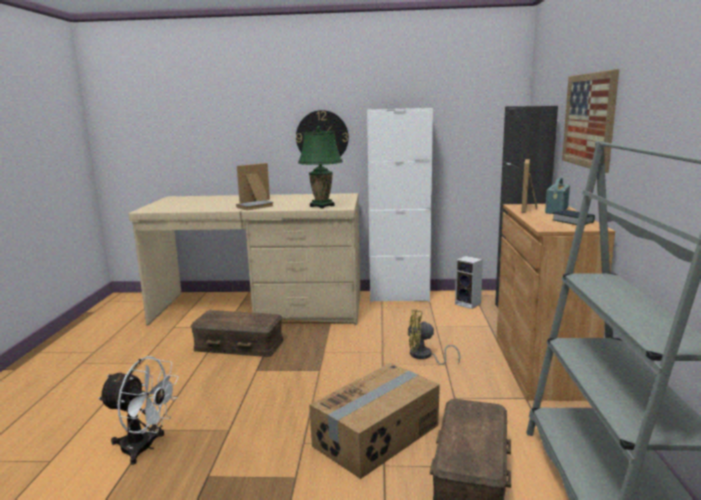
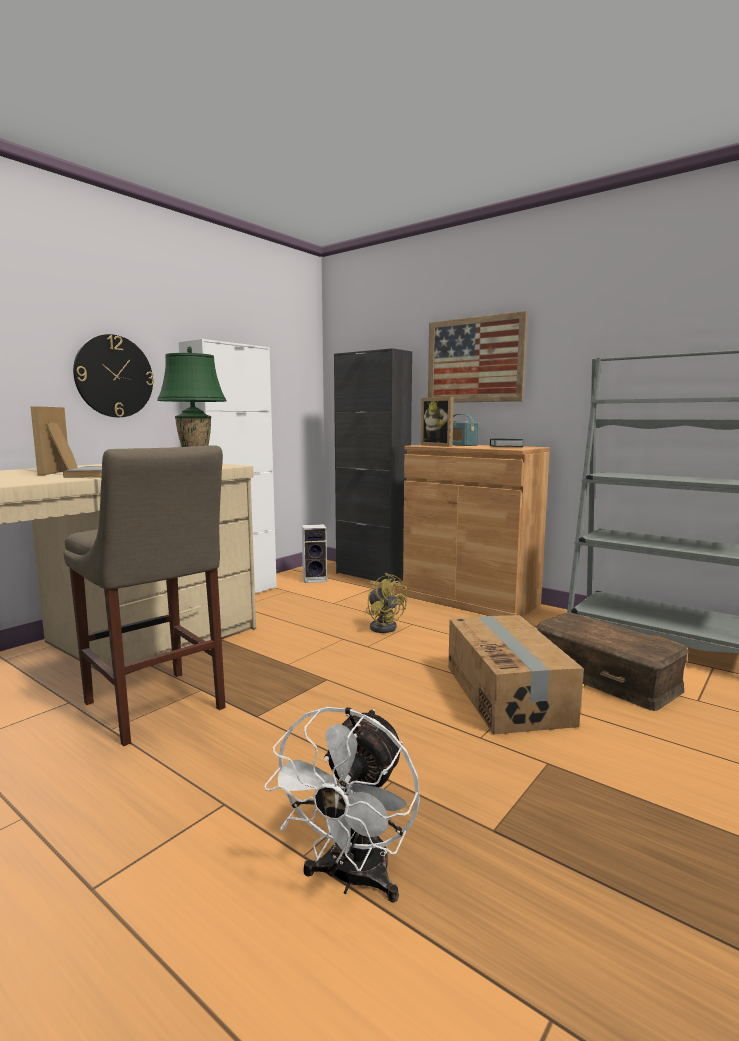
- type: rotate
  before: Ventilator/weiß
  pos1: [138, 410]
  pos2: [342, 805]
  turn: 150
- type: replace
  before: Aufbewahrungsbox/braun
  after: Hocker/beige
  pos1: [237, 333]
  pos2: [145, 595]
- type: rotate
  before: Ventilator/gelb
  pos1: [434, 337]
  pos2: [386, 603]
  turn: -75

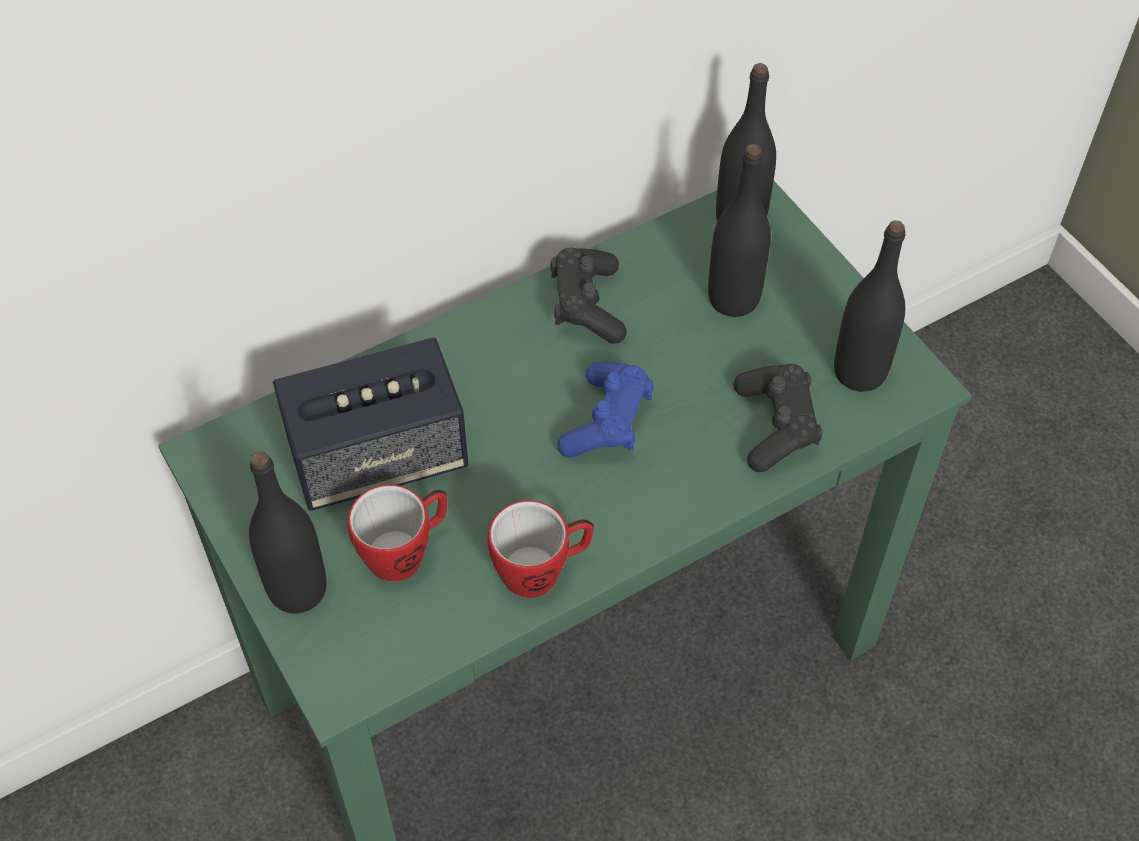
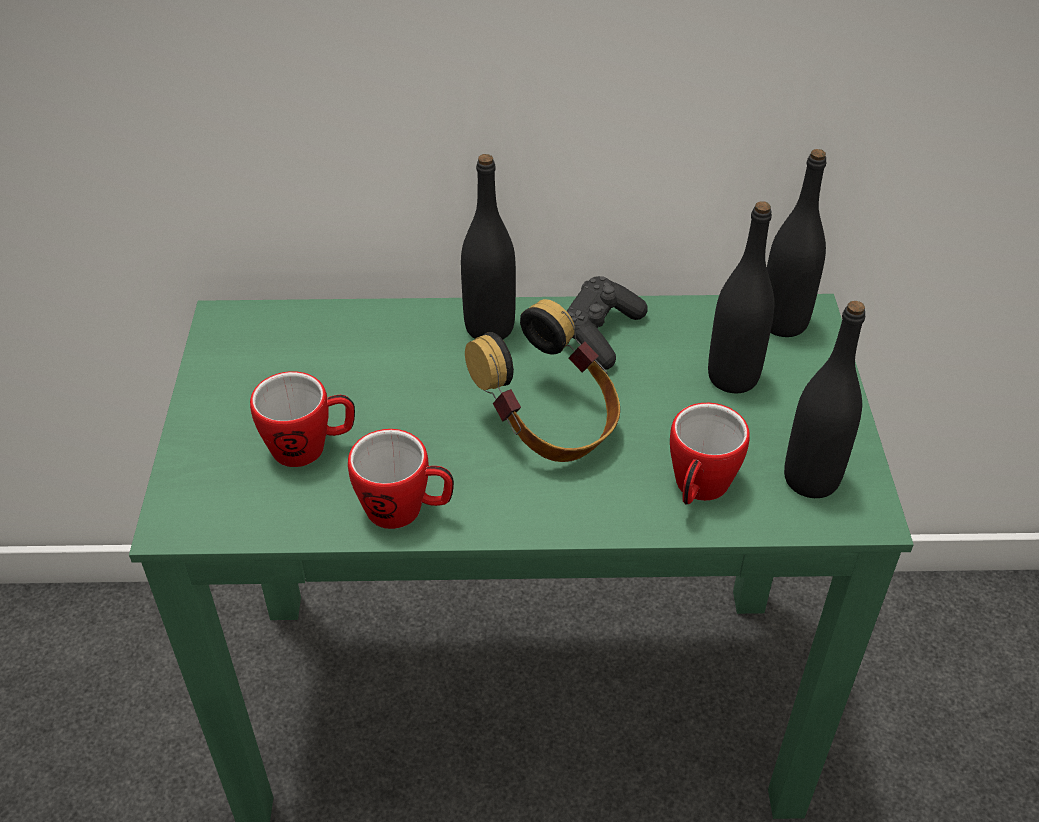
- type: move
  before: Flasche/schwarz
  pos1: [287, 532]
  pos2: [488, 246]
- type: delete
  before: Lautsprecher
  pos1: [370, 424]
- type: replace
  before: Gamepad/blau
  after: Kopfhörer
  pos1: [606, 410]
  pos2: [542, 380]
- type: replace
  before: Gamepad/schwarz
  after: Henkelbecher
  pos1: [778, 418]
  pos2: [710, 454]

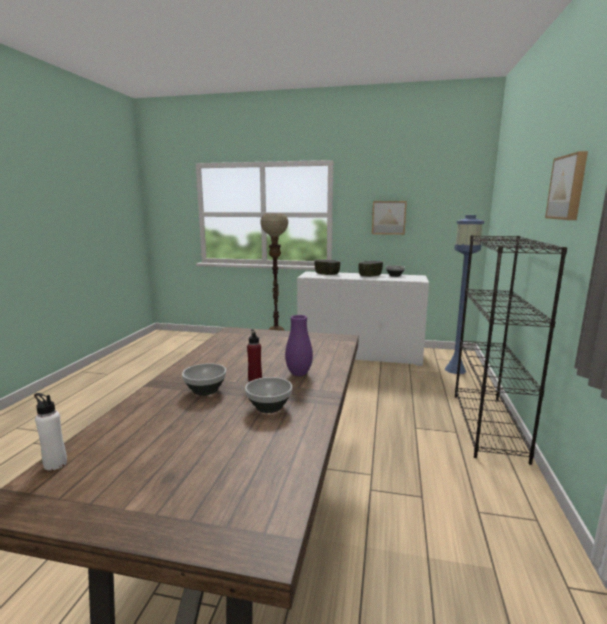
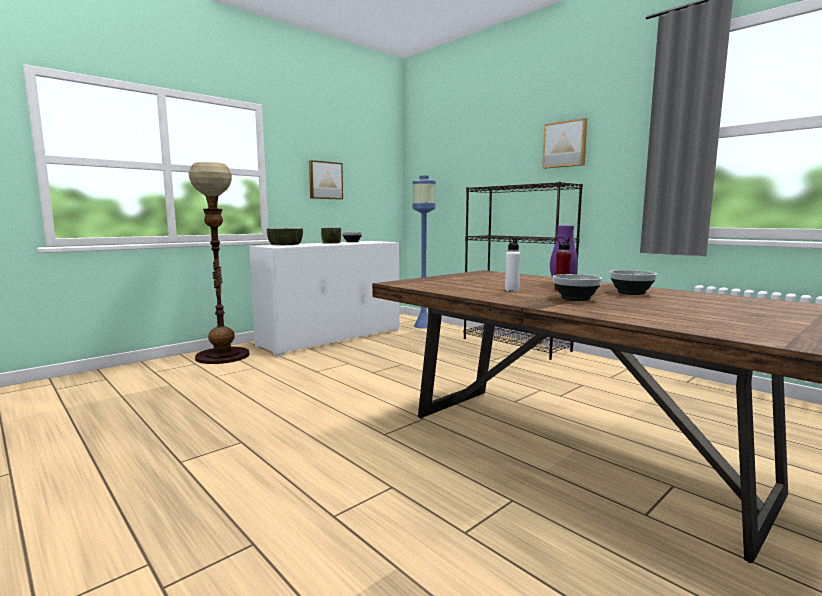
- type: move
  before: Flasche/weiß
  pos1: [50, 431]
  pos2: [513, 264]

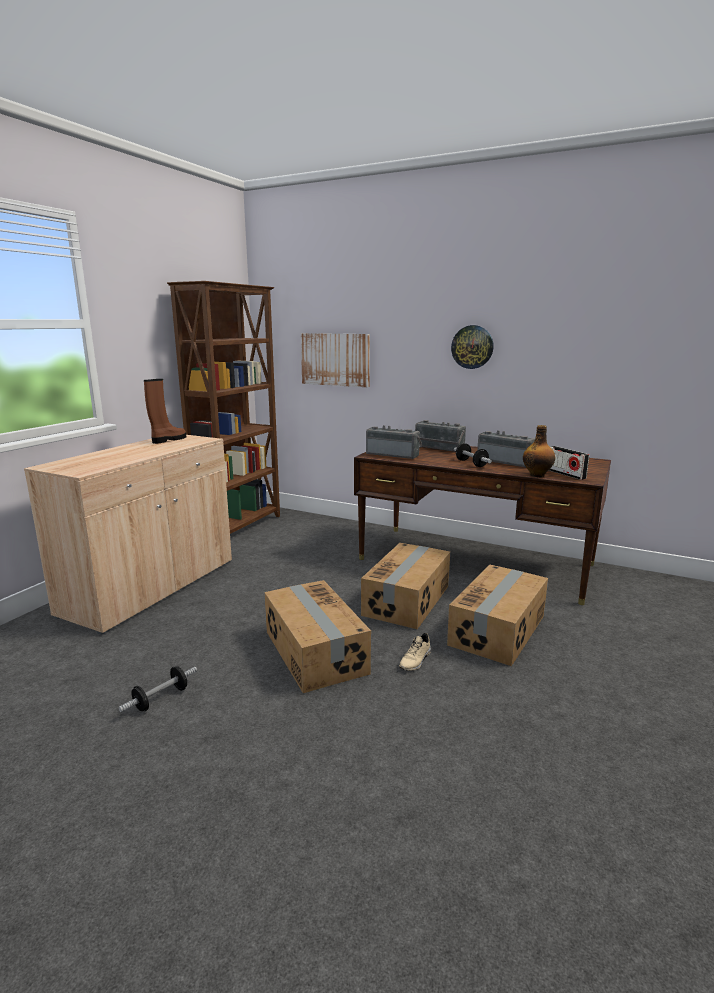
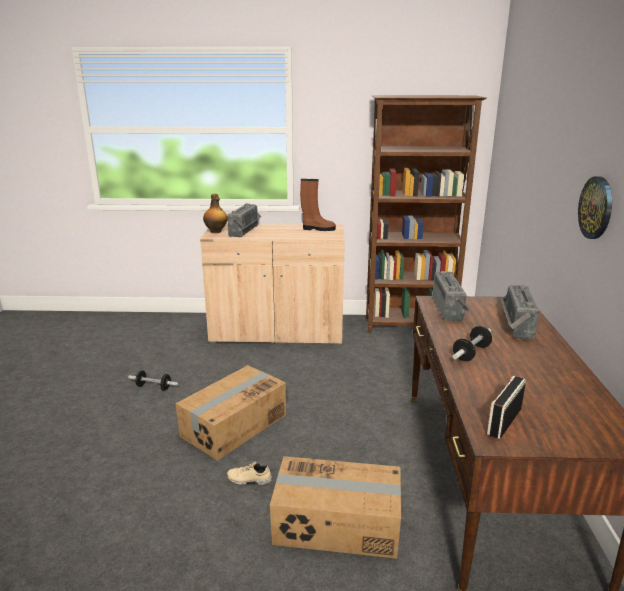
- type: delete
  before: Bild
  pos1: [335, 360]
- type: delete
  before: Karton
  pos1: [405, 586]
- type: move
  before: Radio
  pos1: [506, 449]
  pos2: [244, 220]
- type: move
  before: Flasche
  pos1: [539, 451]
  pos2: [215, 213]

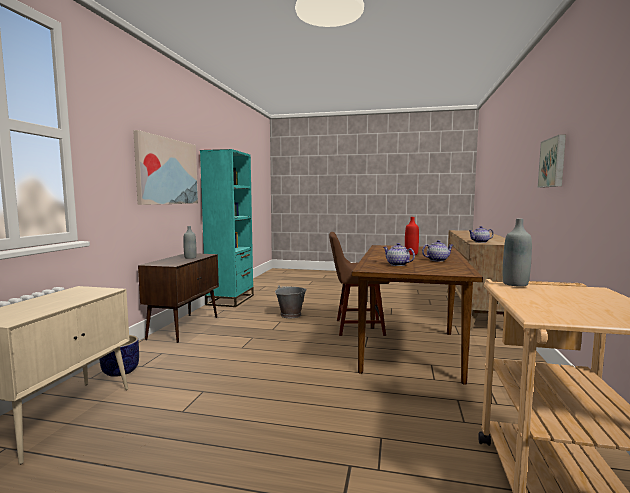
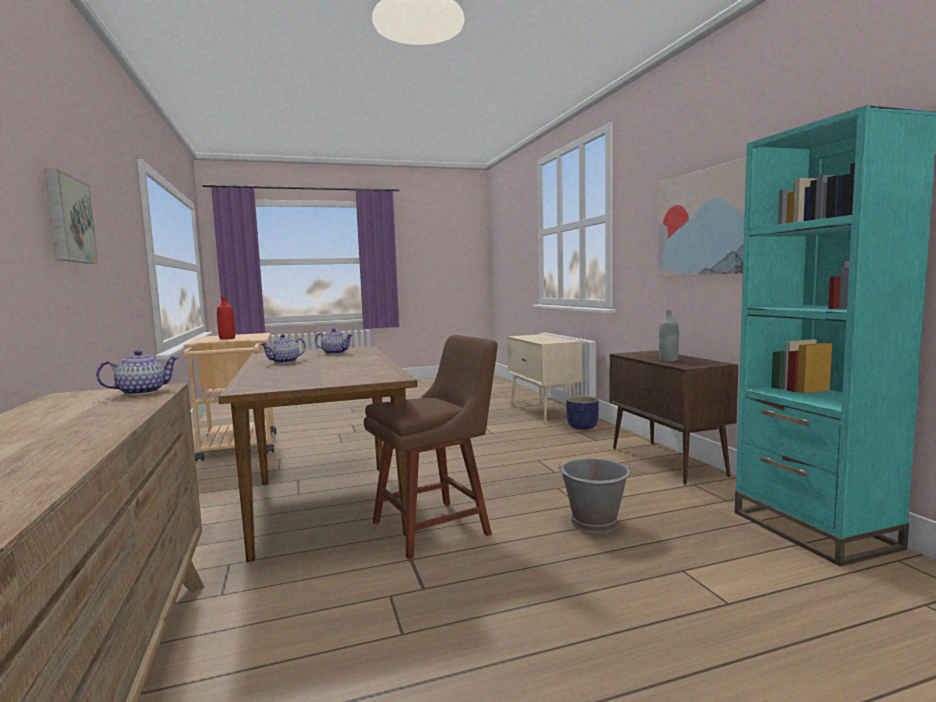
- type: move
  before: Flasche/rot
  pos1: [412, 236]
  pos2: [226, 318]
- type: delete
  before: Flasche/grau
  pos1: [517, 253]

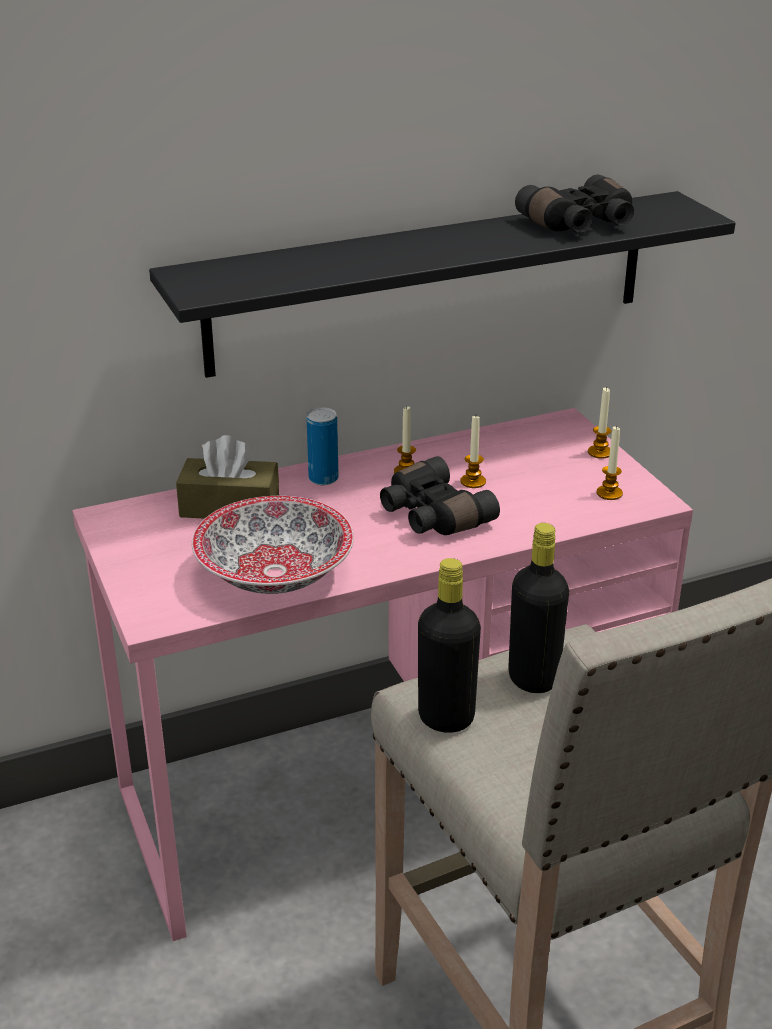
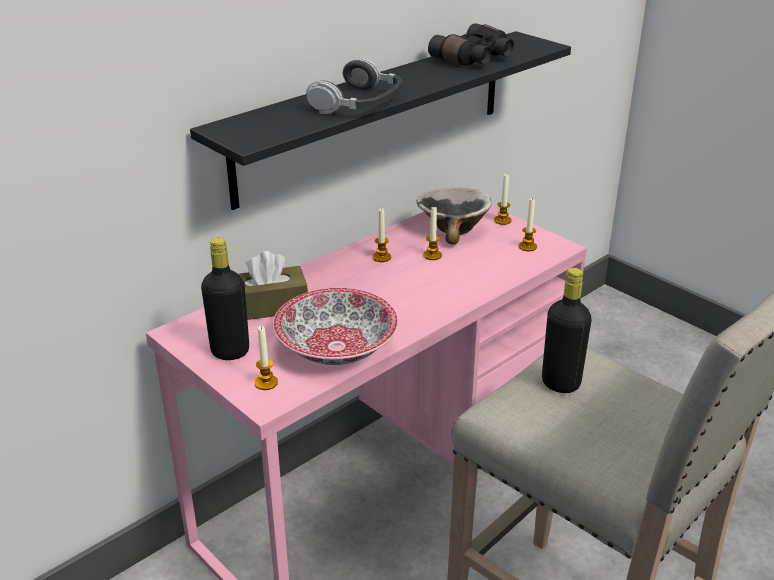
- type: delete
  before: Dose
  pos1: [323, 446]
- type: delete
  before: Fernglas/schwarz
  pos1: [440, 495]
- type: move
  before: Flasche/schwarz
  pos1: [449, 645]
  pos2: [225, 299]
- type: insert
  after: Kerze
  pos2: [266, 358]
- type: insert
  after: Kopfhörer
  pos2: [354, 86]
- type: insert
  after: Schüssel
  pos2: [454, 216]

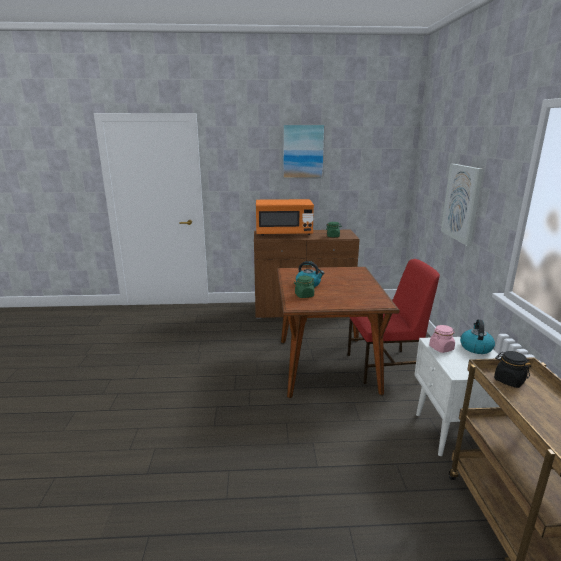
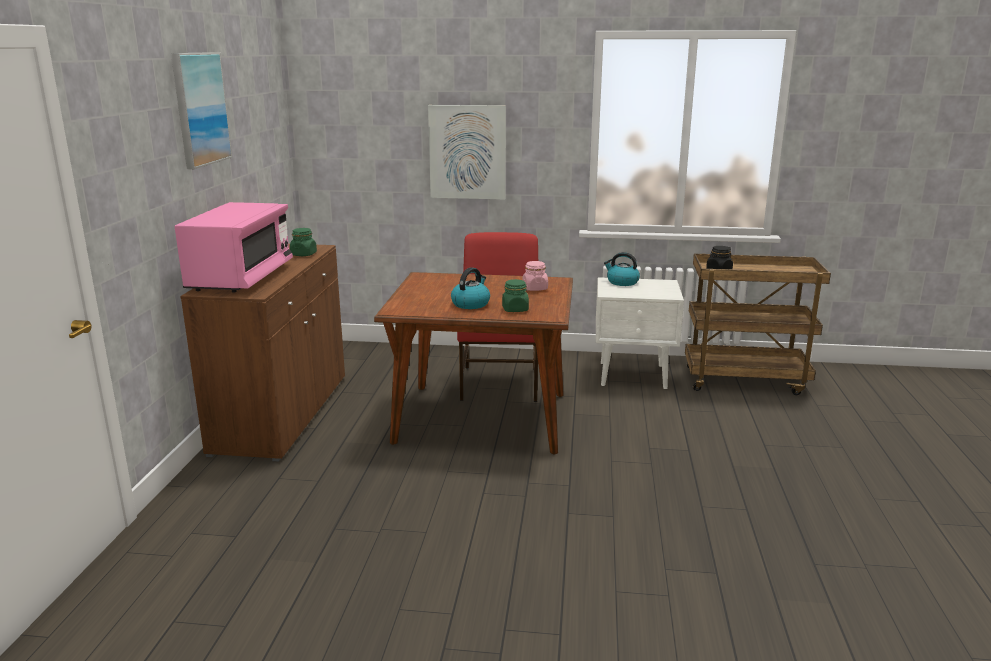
- type: recolor
  before: Mikrowelle/orange
  after: Mikrowelle/rosa
  pos1: [285, 217]
  pos2: [234, 247]
- type: move
  before: Vorratsglas/rosa
  pos1: [442, 339]
  pos2: [535, 276]

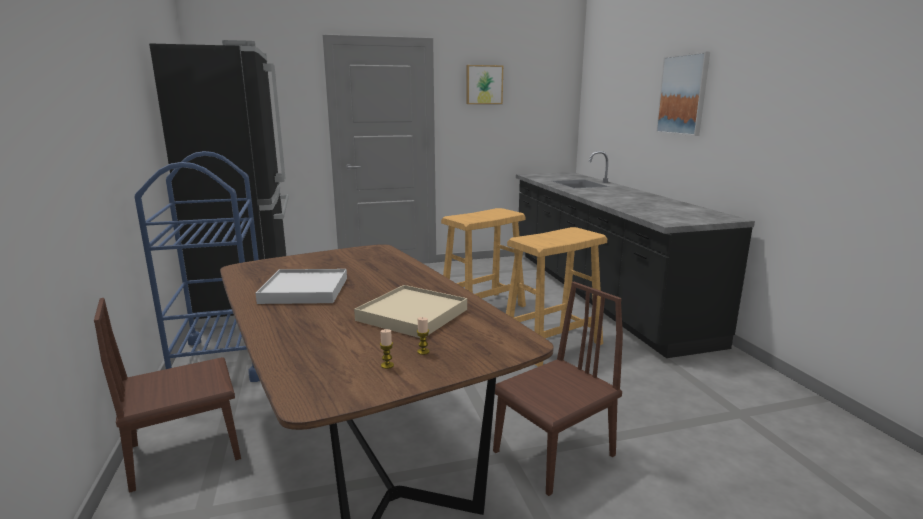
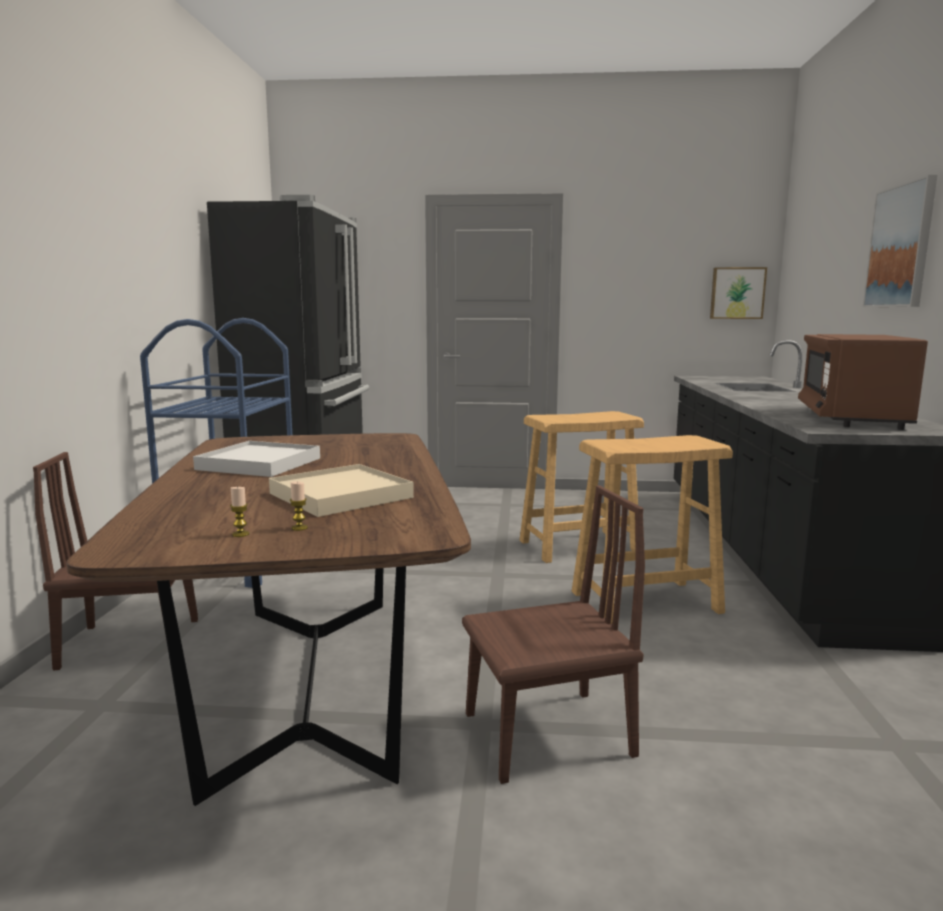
- type: move
  before: Bild
  pos1: [484, 84]
  pos2: [738, 293]
- type: insert
  after: Mikrowelle/braun
  pos2: [863, 382]

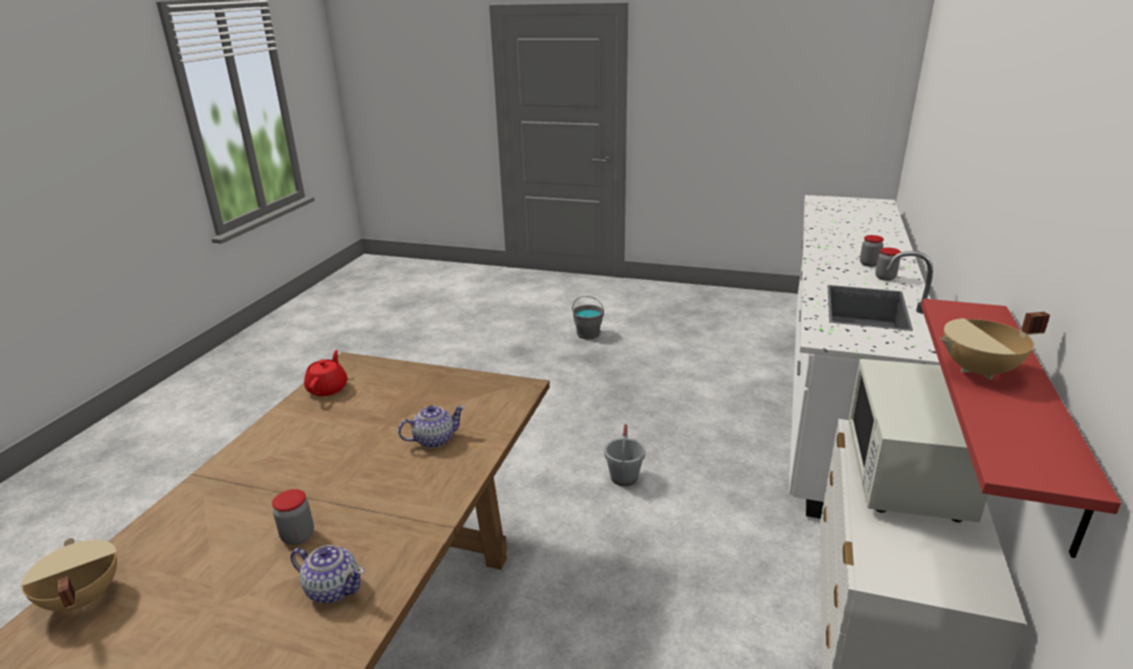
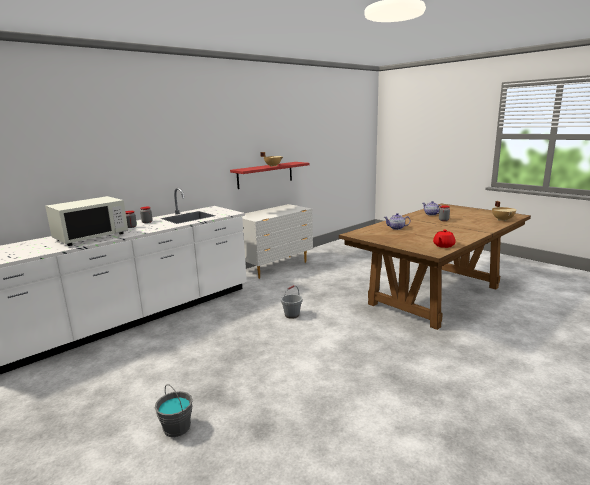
- type: move
  before: Mikrowelle/weiß
  pos1: [918, 441]
  pos2: [86, 221]

